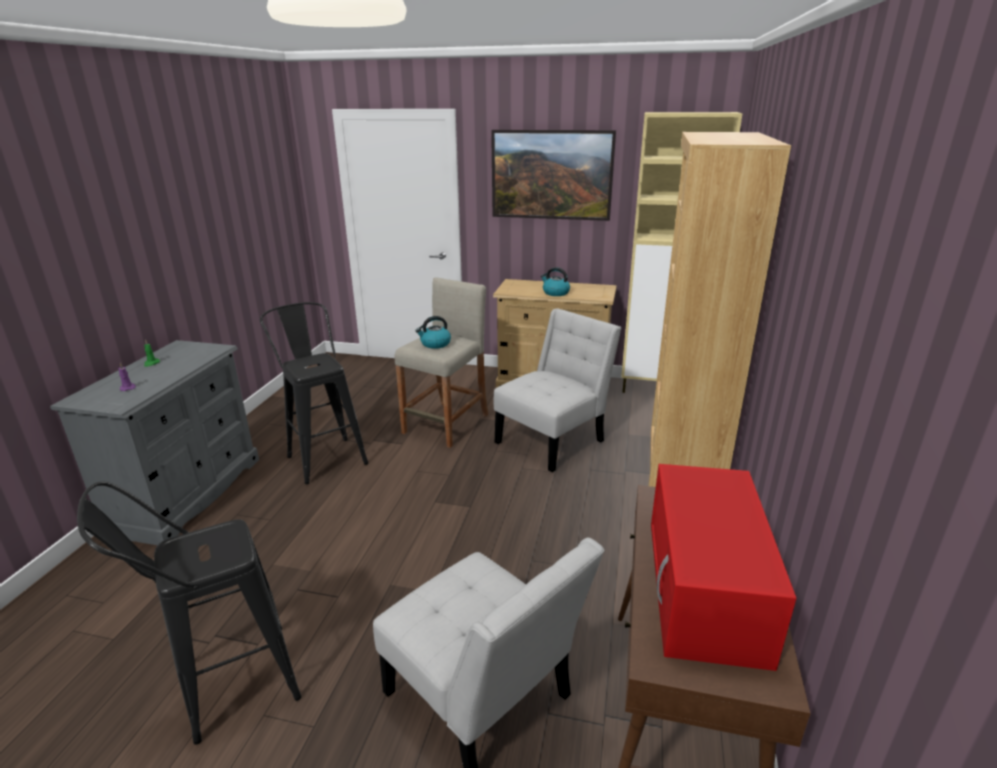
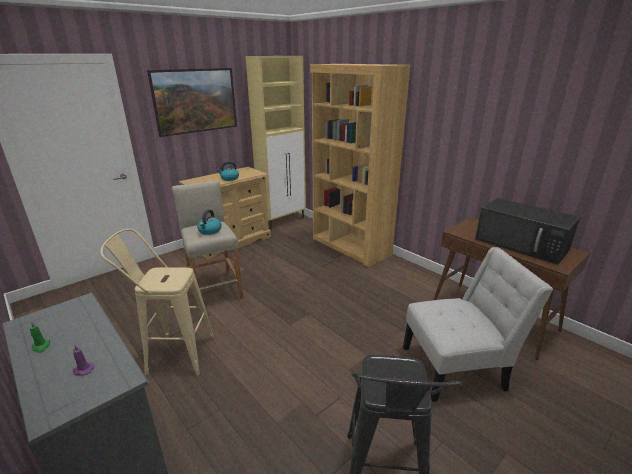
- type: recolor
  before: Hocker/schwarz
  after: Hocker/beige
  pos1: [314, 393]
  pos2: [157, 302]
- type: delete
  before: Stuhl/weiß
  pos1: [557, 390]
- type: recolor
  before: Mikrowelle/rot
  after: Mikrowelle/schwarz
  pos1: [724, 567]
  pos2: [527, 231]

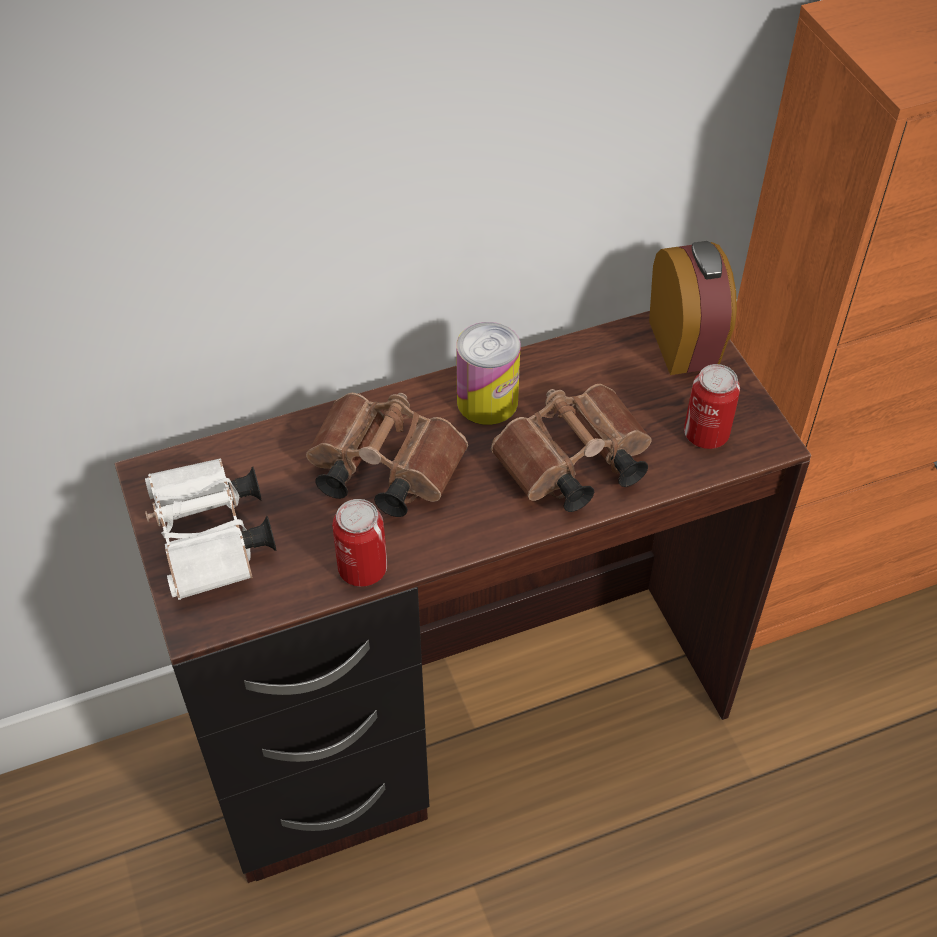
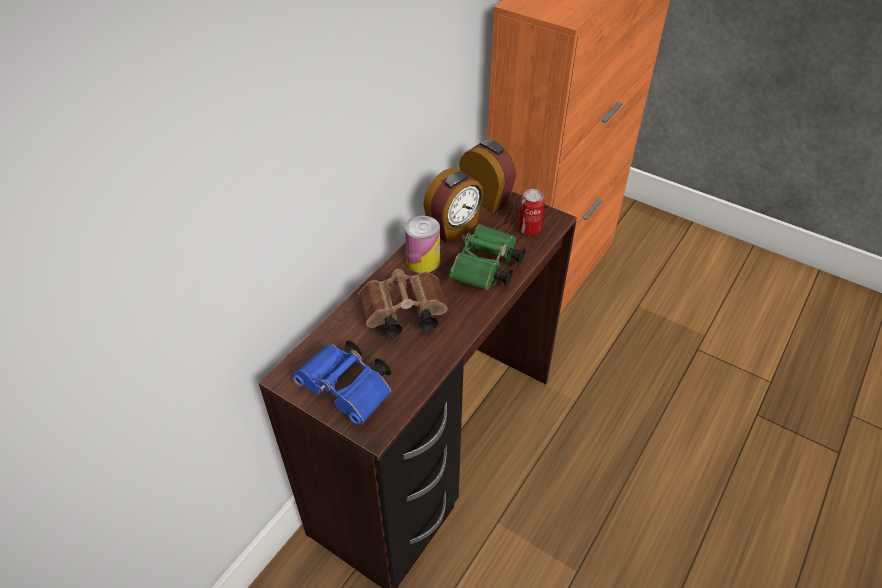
- type: recolor
  before: Fernglas/weiß
  after: Fernglas/blau
  pos1: [210, 529]
  pos2: [342, 383]
- type: delete
  before: Dose
  pos1: [359, 543]
- type: recolor
  before: Fernglas/braun
  after: Fernglas/grün
  pos1: [571, 448]
  pos2: [487, 257]
- type: insert
  after: Wecker
  pos2: [453, 205]

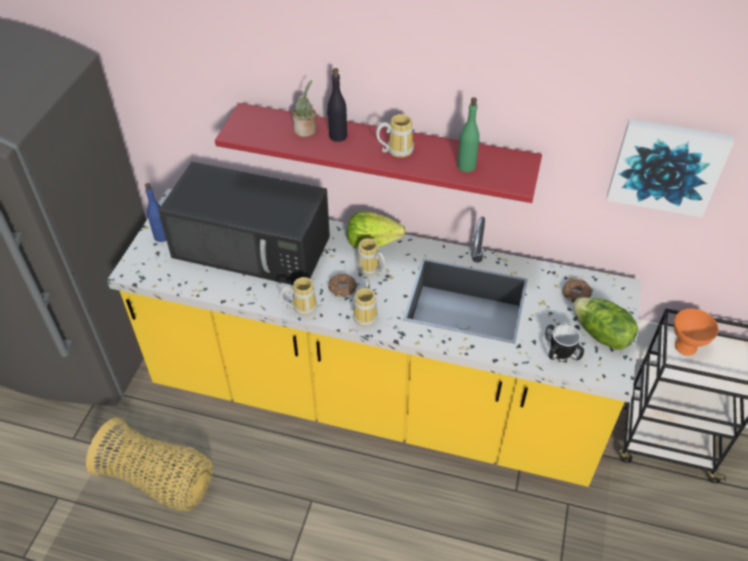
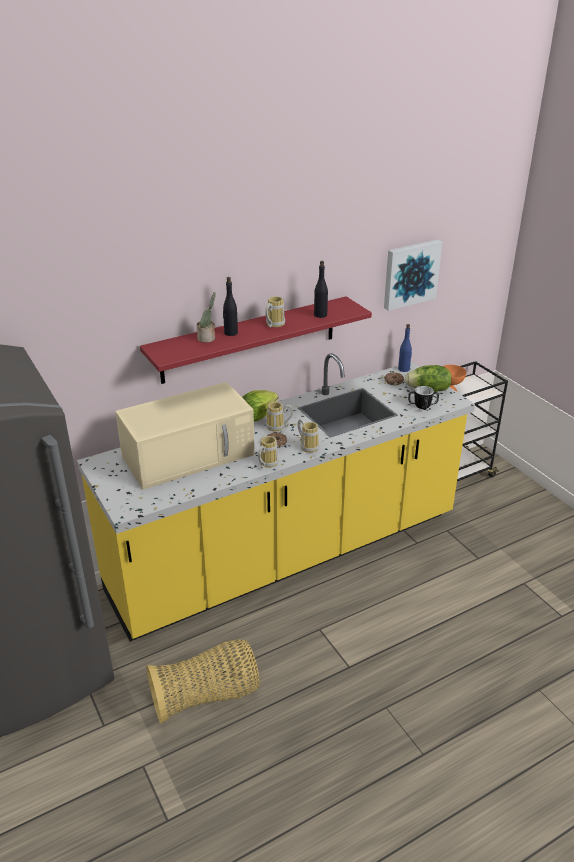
- type: move
  before: Flasche/blau
  pos1: [155, 212]
  pos2: [405, 348]
- type: recolor
  before: Mikrowelle/schwarz
  after: Mikrowelle/beige
  pos1: [244, 223]
  pos2: [185, 435]
- type: recolor
  before: Flasche/grün
  after: Flasche/schwarz
  pos1: [468, 134]
  pos2: [321, 289]

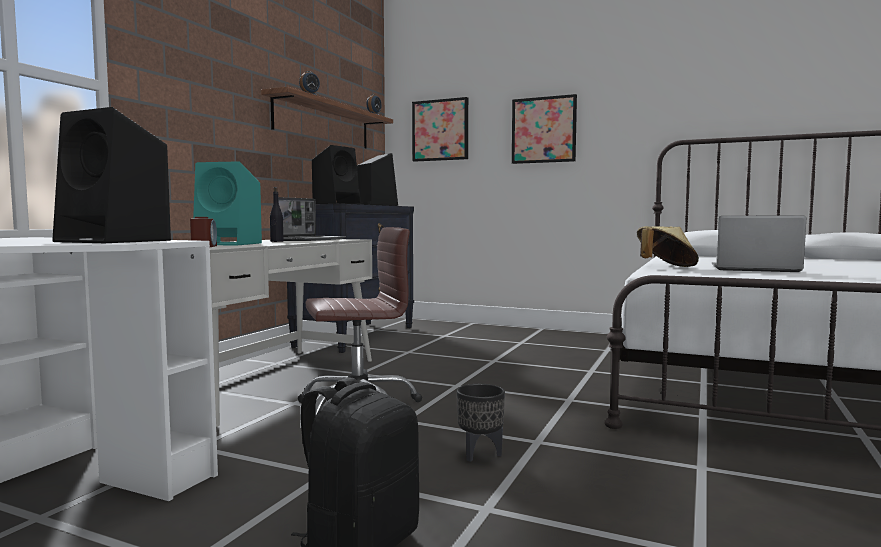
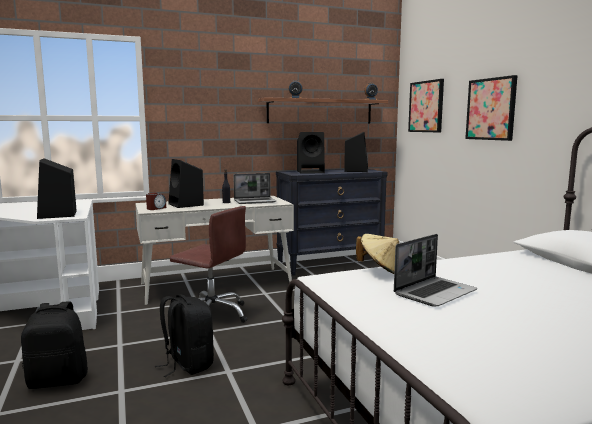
- type: recolor
  before: Lautsprecher/türkis
  after: Lautsprecher/schwarz
  pos1: [227, 203]
  pos2: [186, 183]
- type: replace
  before: Pflanzkübel/schwarz
  after: Rucksack/schwarz
  pos1: [481, 423]
  pos2: [184, 336]
- type: rotate
  before: Laptop
  pos1: [759, 244]
  pos2: [435, 270]
  turn: 75

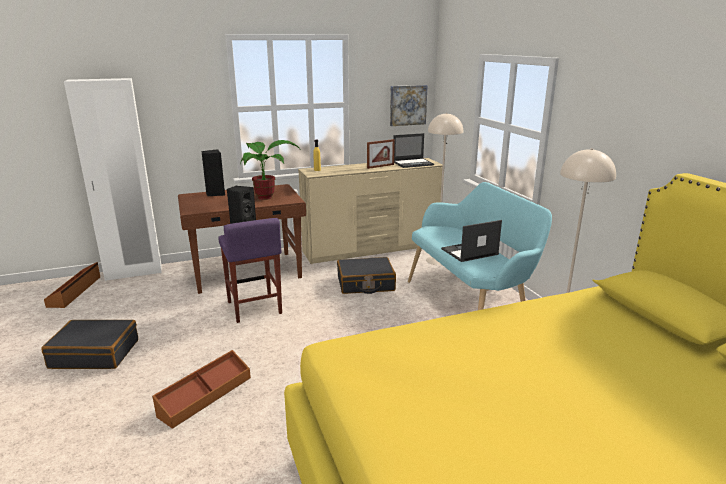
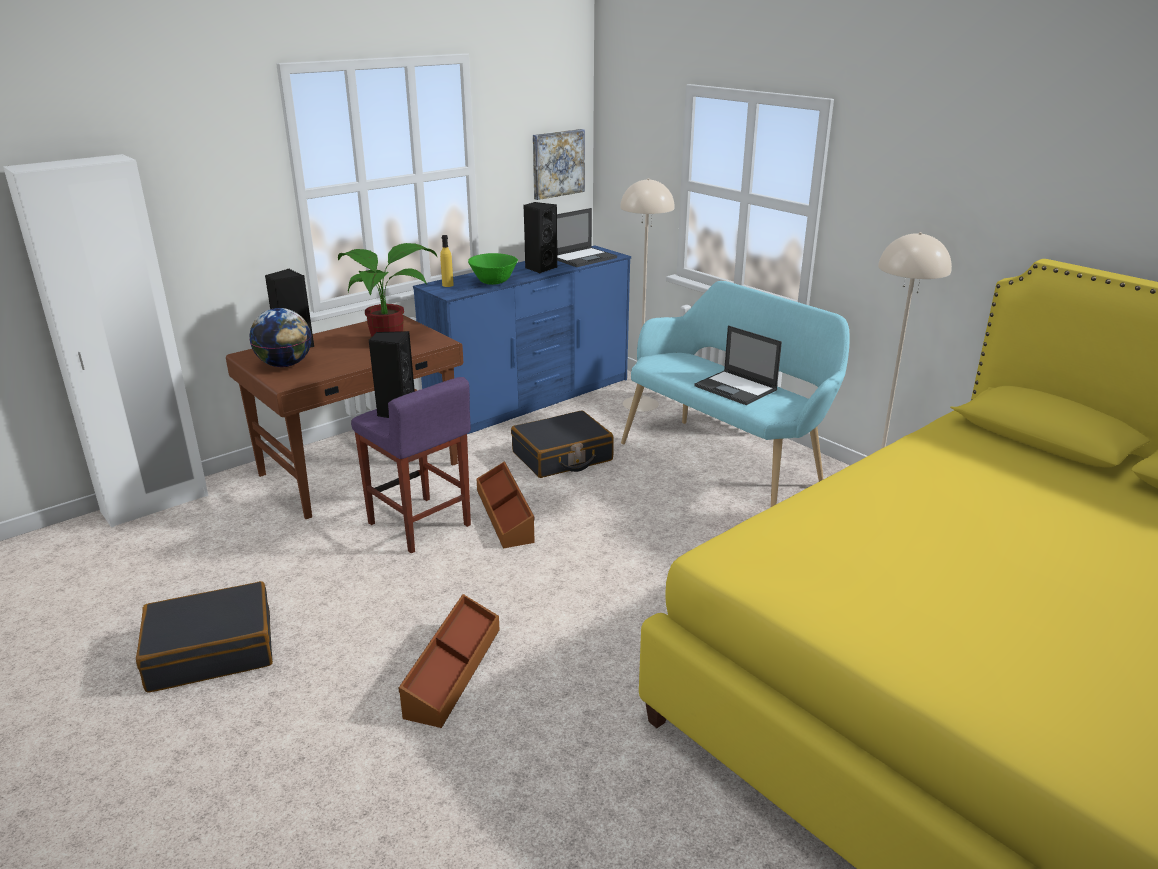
- type: move
  before: Aufbewahrungsbox/braun
  pos1: [72, 285]
  pos2: [506, 504]
- type: recolor
  before: Kommode/beige
  after: Kommode/blau
  pos1: [370, 211]
  pos2: [522, 339]
- type: replace
  before: Bilderrahmen
  after: Lautsprecher/schwarz
  pos1: [381, 154]
  pos2: [540, 238]
- type: rotate
  before: Laptop
  pos1: [471, 241]
  pos2: [738, 365]
  turn: -90
- type: insert
  after: Globus
  pos2: [280, 337]
- type: insert
  after: Schüssel/grün
  pos2: [493, 269]

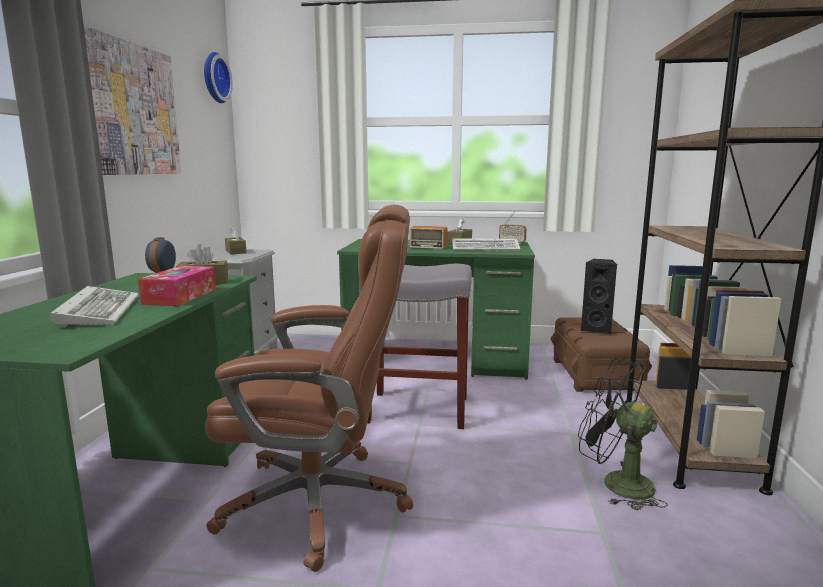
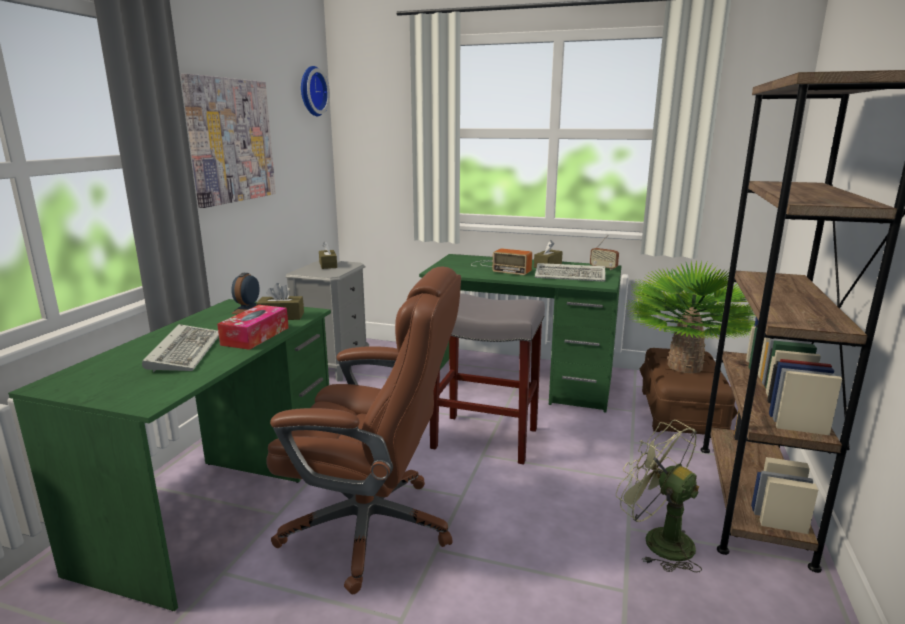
- type: recolor
  before: Ventilator/schwarz
  after: Ventilator/grün
  pos1: [623, 434]
  pos2: [659, 496]
- type: replace
  before: Lautsprecher/schwarz
  after: Topfpflanze
  pos1: [599, 296]
  pos2: [691, 316]

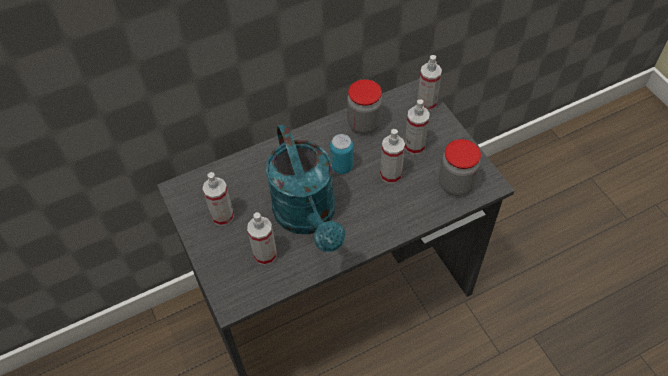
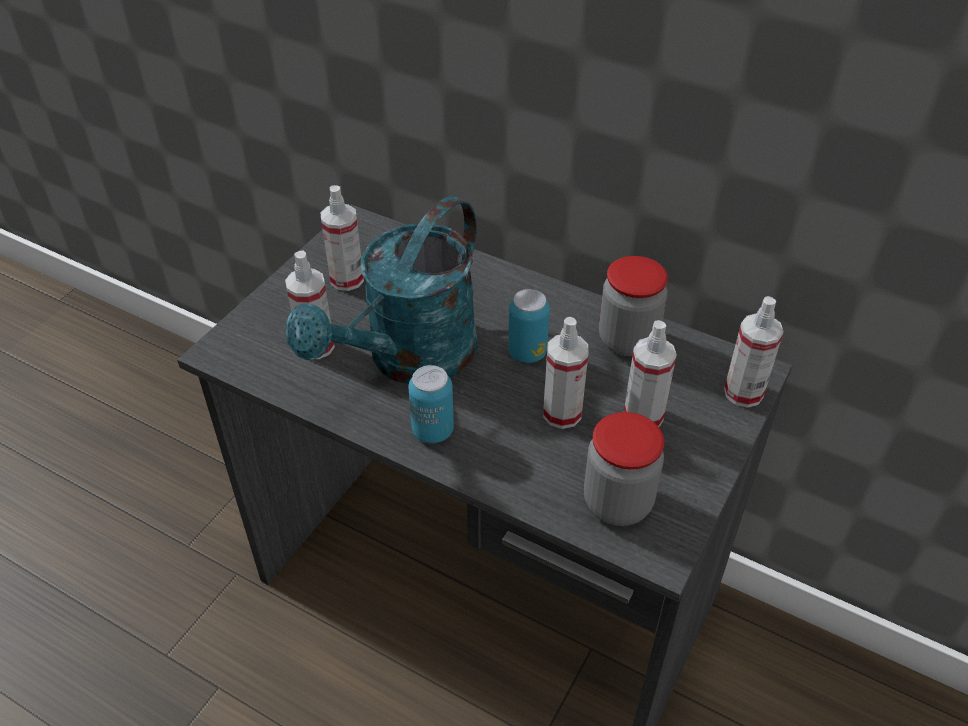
- type: insert
  after: Dose
  pos2: [431, 404]

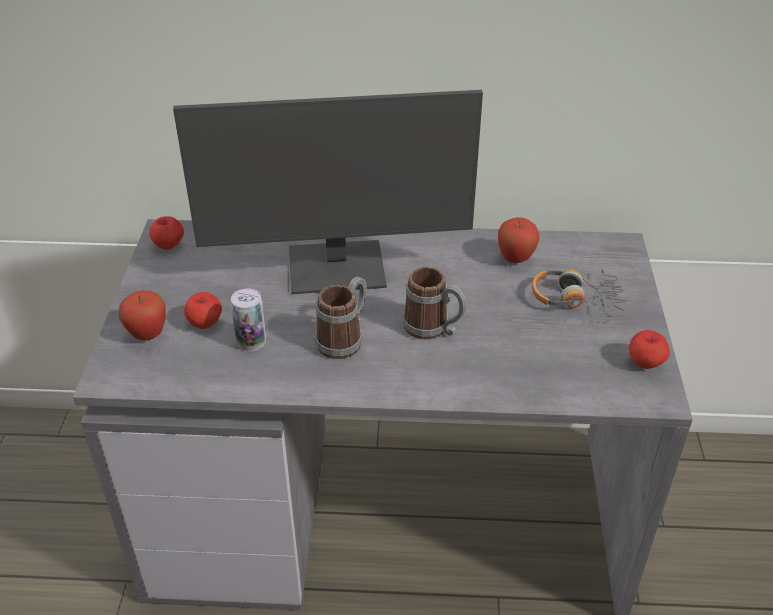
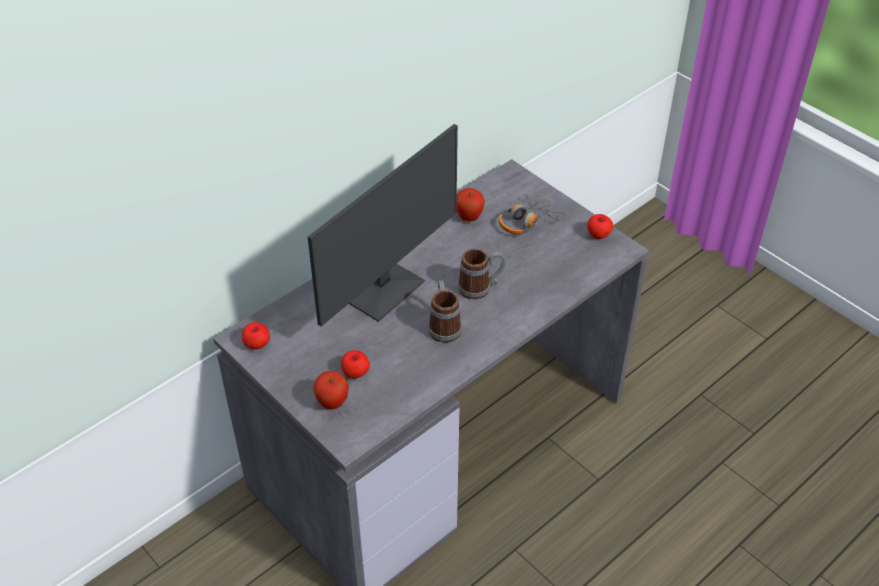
- type: delete
  before: Dose
  pos1: [248, 319]

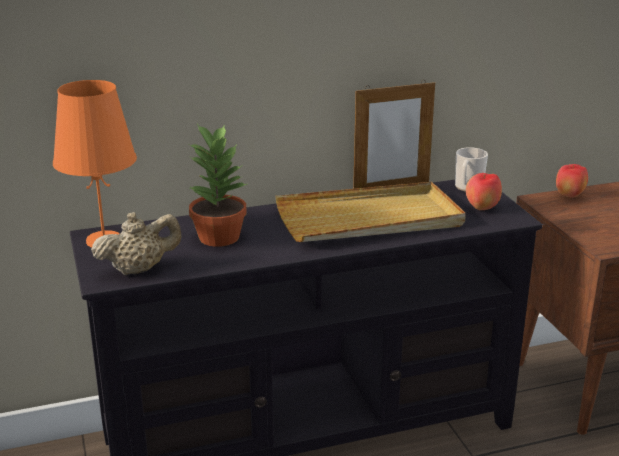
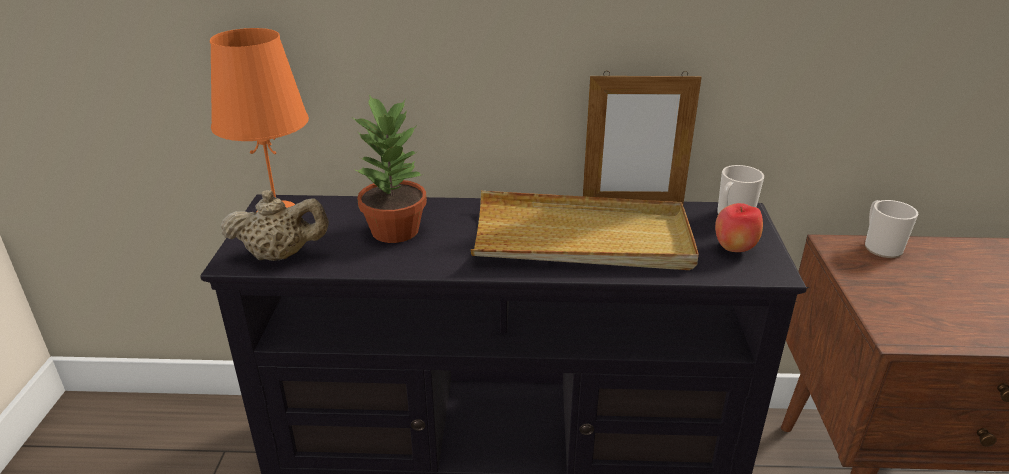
- type: replace
  before: Apfel
  after: Henkelbecher
  pos1: [572, 181]
  pos2: [891, 229]

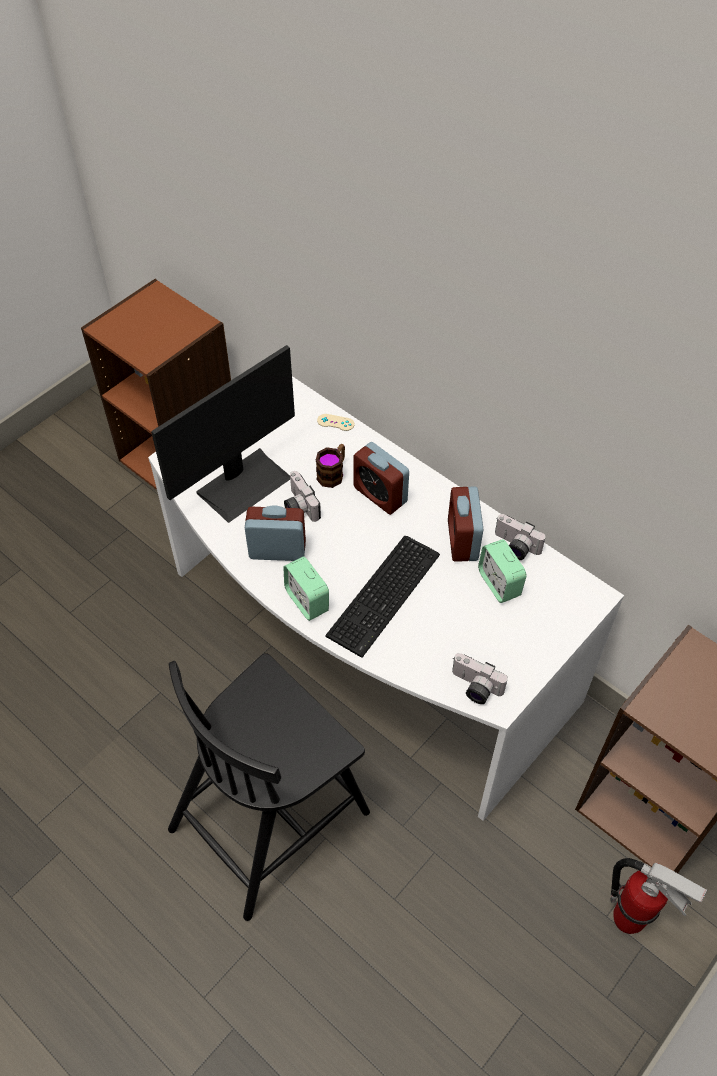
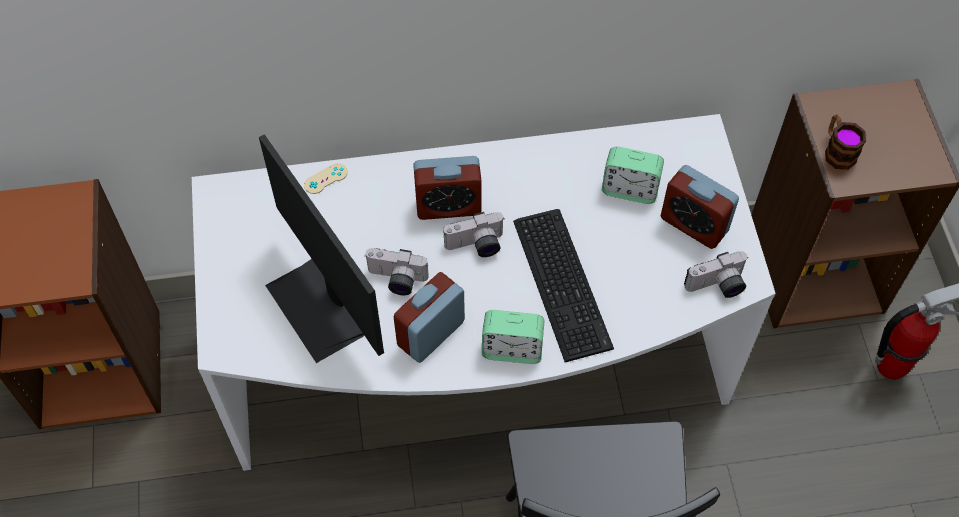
- type: rotate
  before: Monitor
  pos1: [223, 434]
  pos2: [321, 248]
  turn: 150
- type: move
  before: Henkelbecher
  pos1: [330, 466]
  pos2: [845, 142]
- type: move
  before: Wecker
  pos1: [465, 524]
  pos2: [700, 207]
- type: move
  before: Kamera
  pos1: [520, 537]
  pos2: [474, 234]

